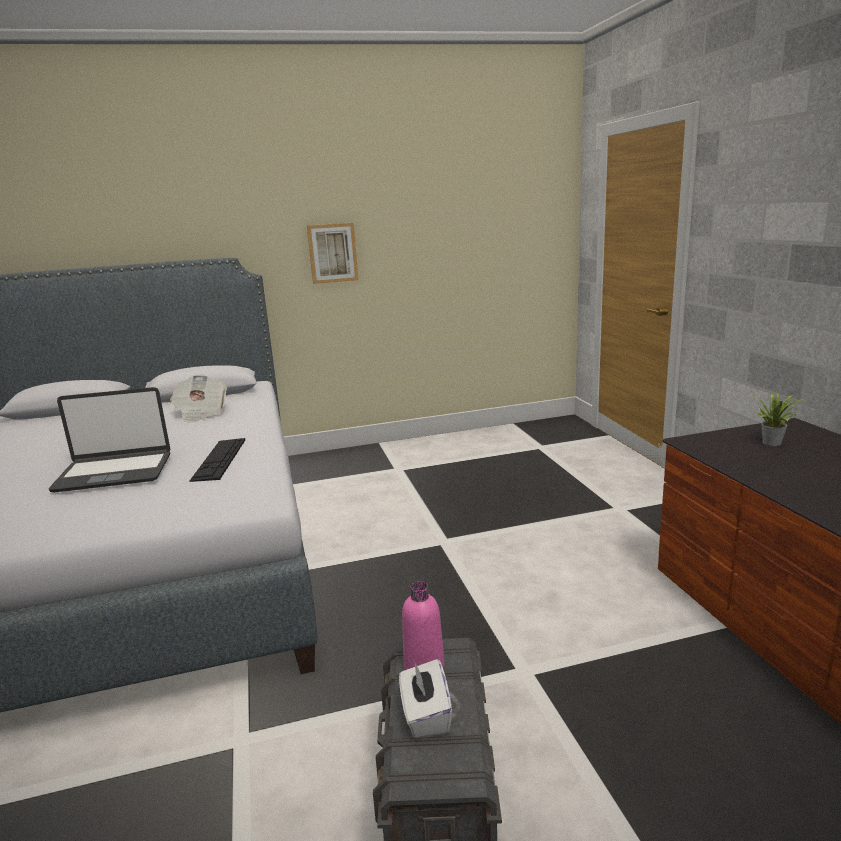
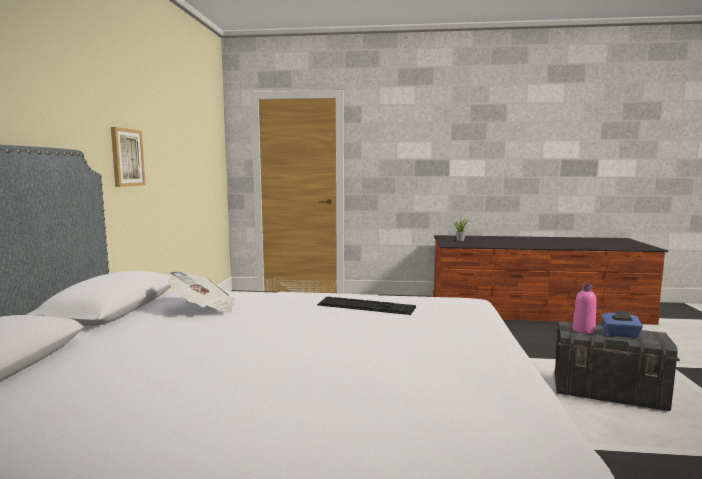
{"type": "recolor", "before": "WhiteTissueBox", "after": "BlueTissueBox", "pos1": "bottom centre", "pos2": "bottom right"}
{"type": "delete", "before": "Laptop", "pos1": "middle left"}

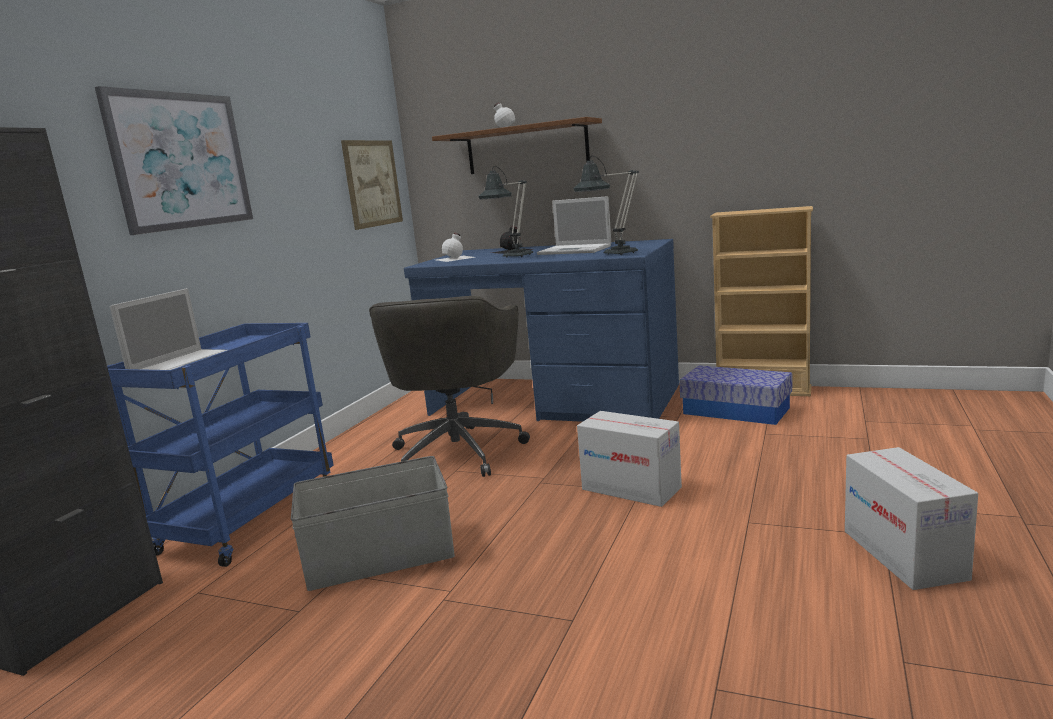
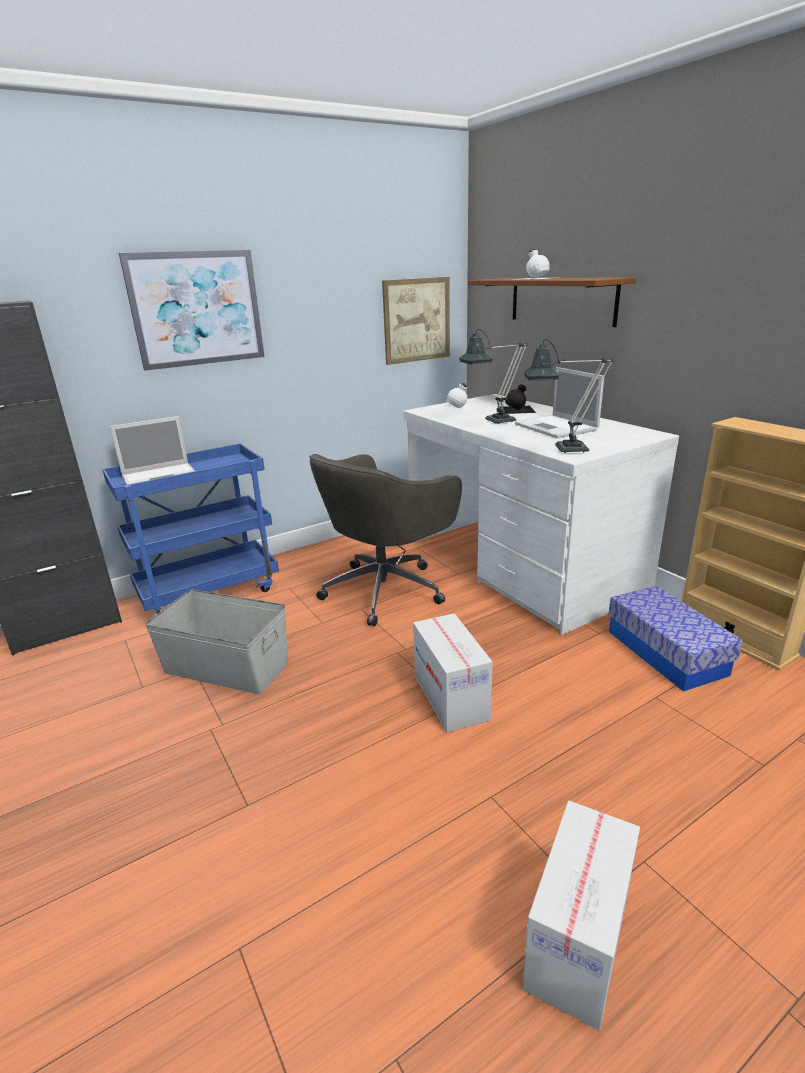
{"type": "recolor", "before": "BlueDesk", "after": "WhiteDesk", "pos1": "centre", "pos2": "middle right"}

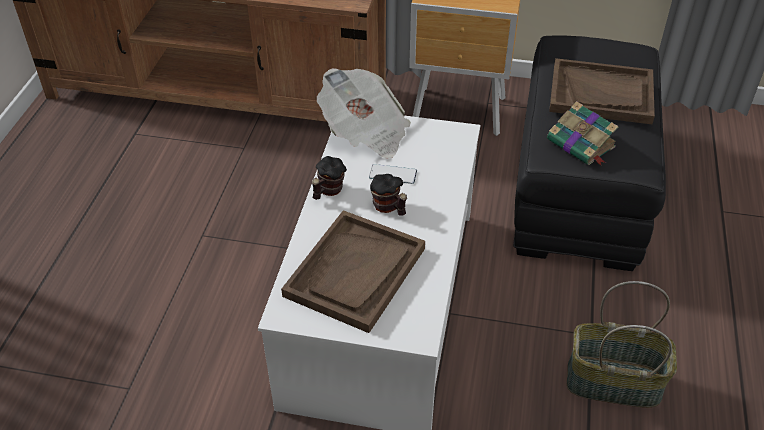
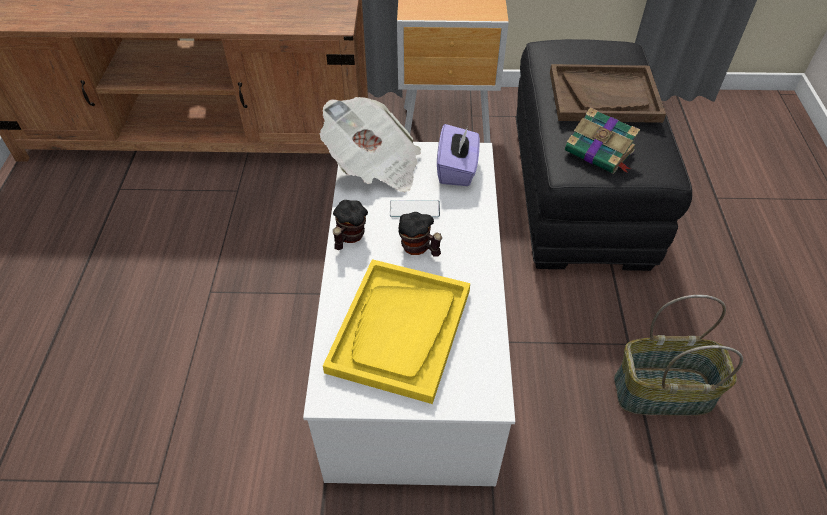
{"type": "recolor", "before": "BrownTray (1st from left)", "after": "YellowTray", "pos1": "centre", "pos2": "centre"}
{"type": "insert", "after": "PurpleTissueBox", "pos2": "top centre"}

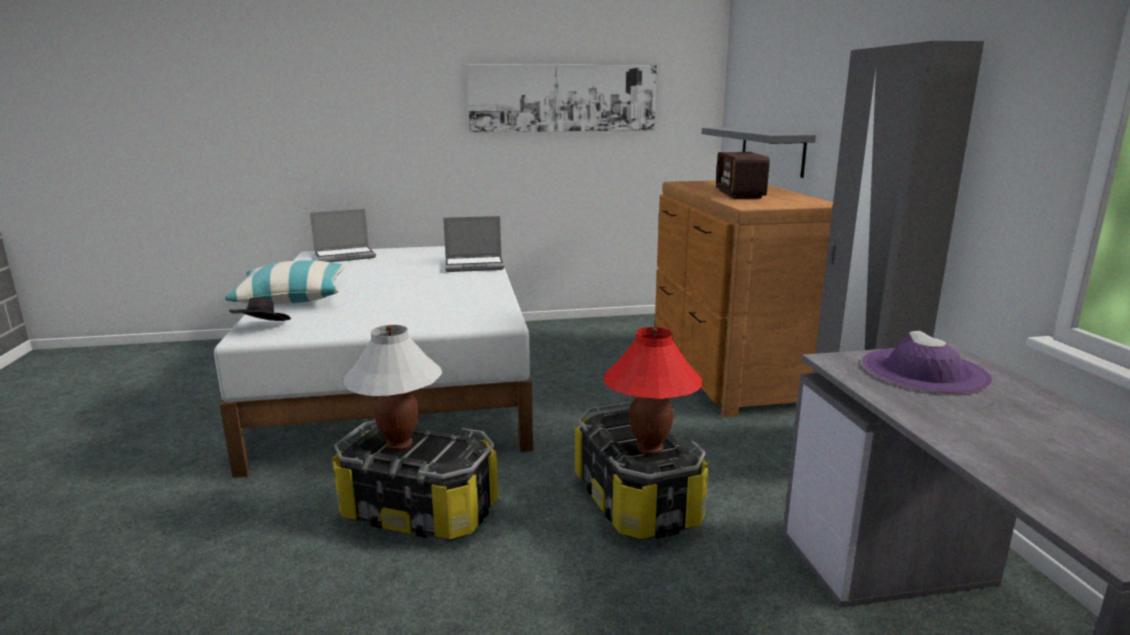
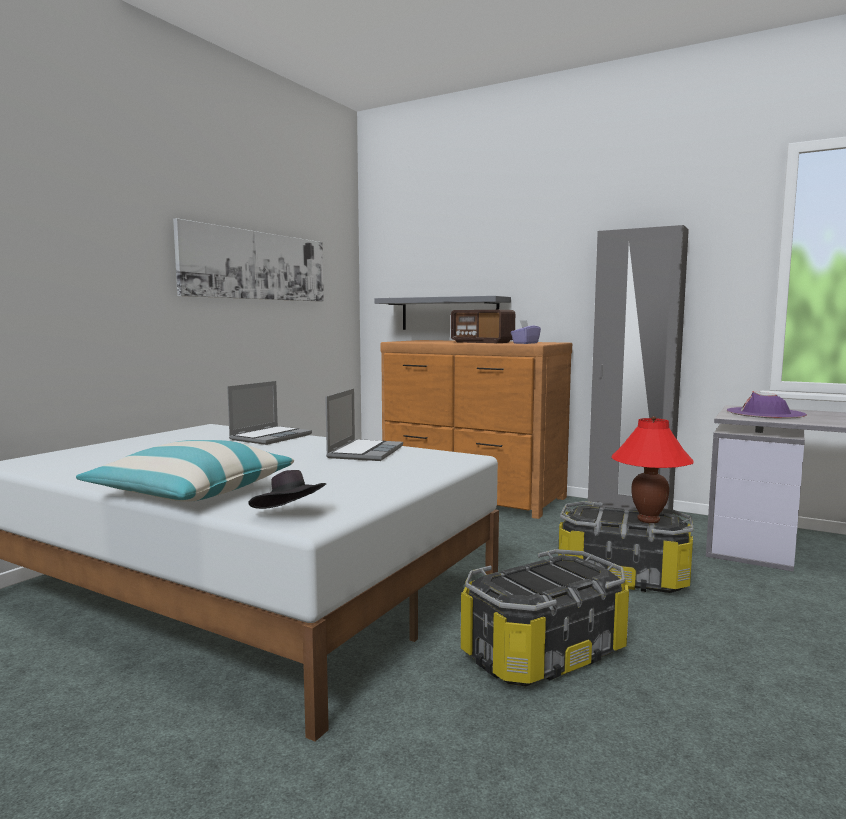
{"type": "move", "before": "Laptop (1st from left in the first image)", "after": "Laptop (2nd from left)", "pos1": "middle left", "pos2": "centre"}
{"type": "insert", "after": "PurpleTissueBox", "pos2": "centre"}
{"type": "delete", "before": "WhiteTableLamp", "pos1": "centre"}

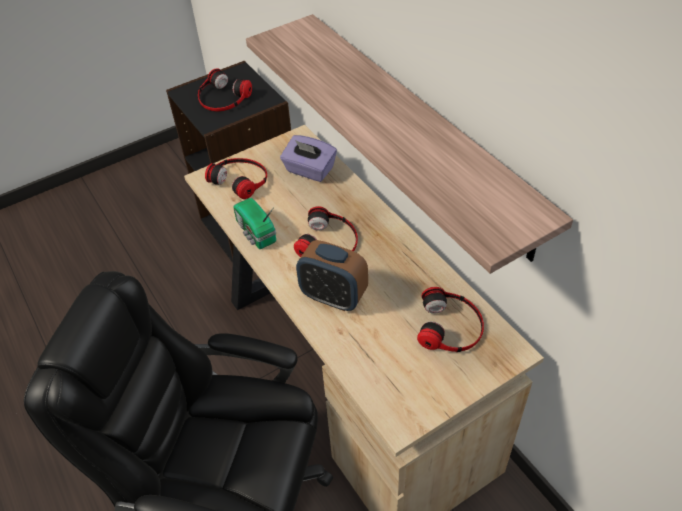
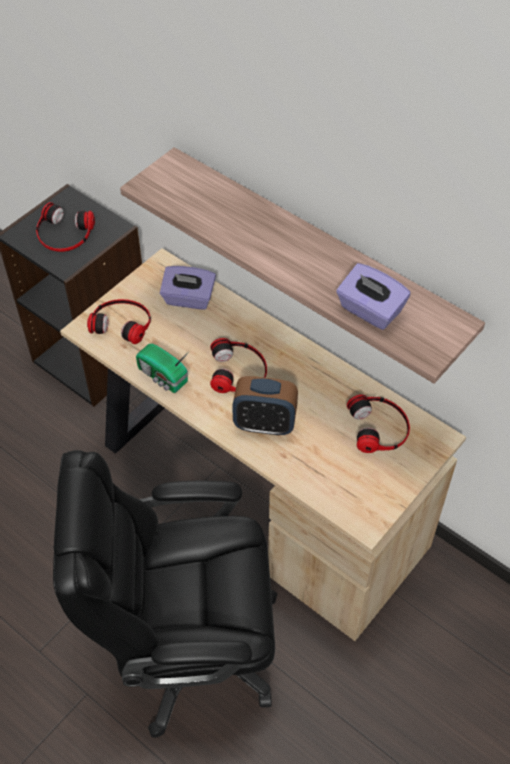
{"type": "insert", "after": "PurpleTissueBox (2nd from left)", "pos2": "middle right"}

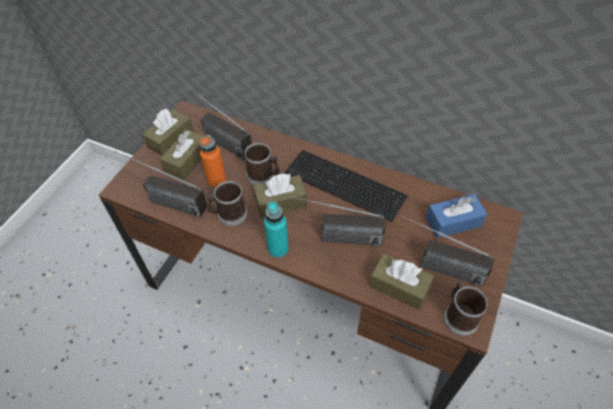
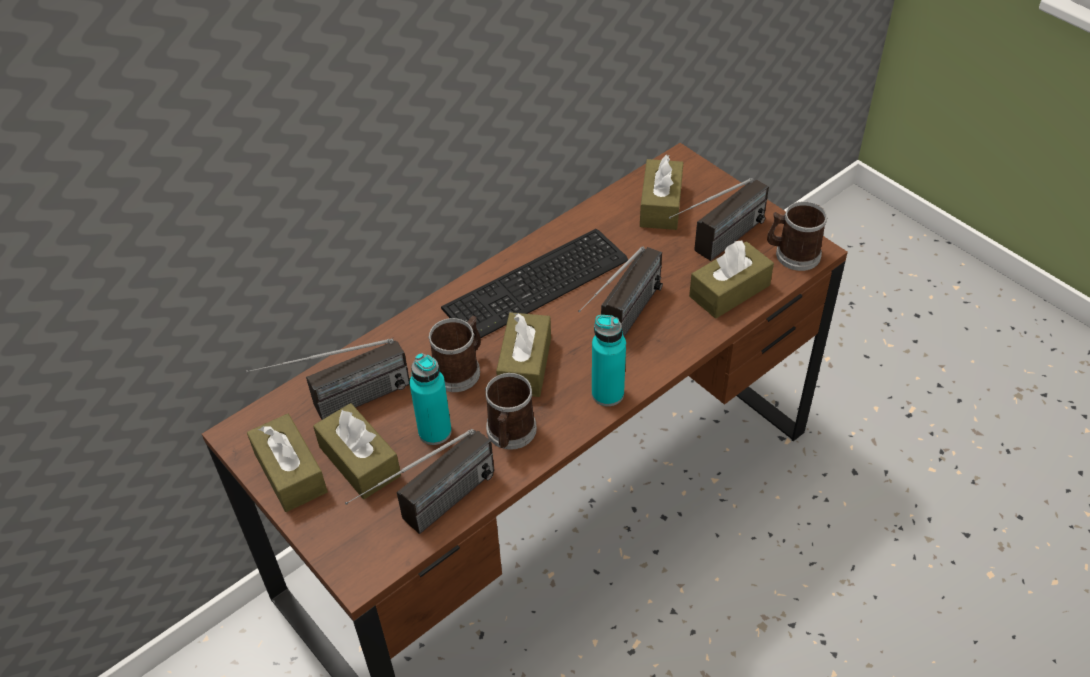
{"type": "recolor", "before": "OrangeBottle", "after": "TurquoiseBottle (1st from left)", "pos1": "centre", "pos2": "centre"}
{"type": "recolor", "before": "BlueTissueBox", "after": "BrownTissueBox (4th from left)", "pos1": "middle right", "pos2": "top centre"}

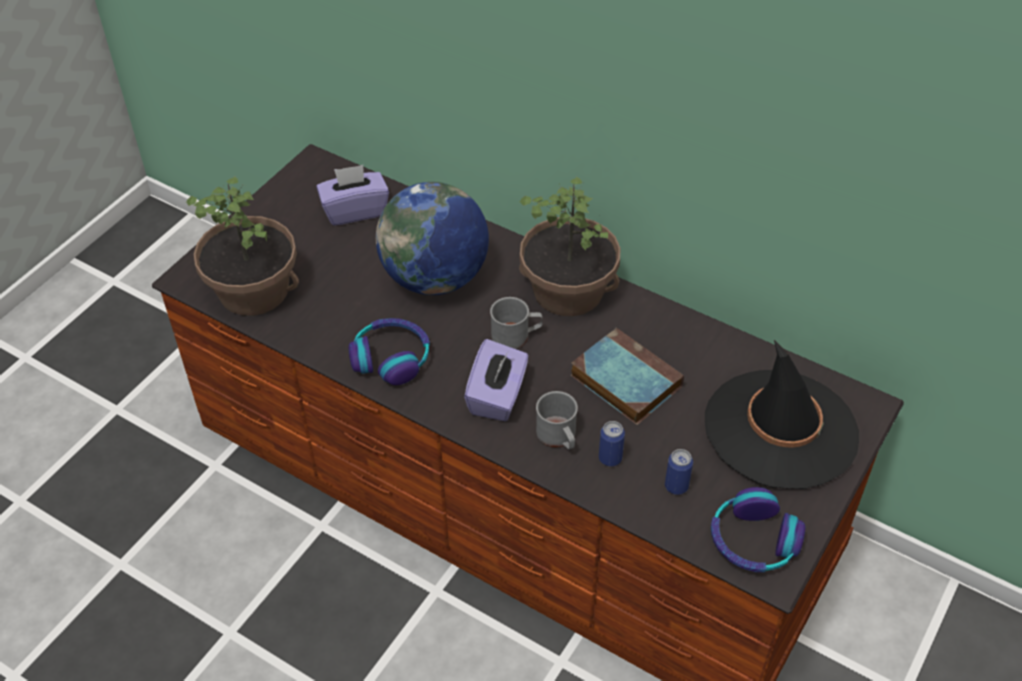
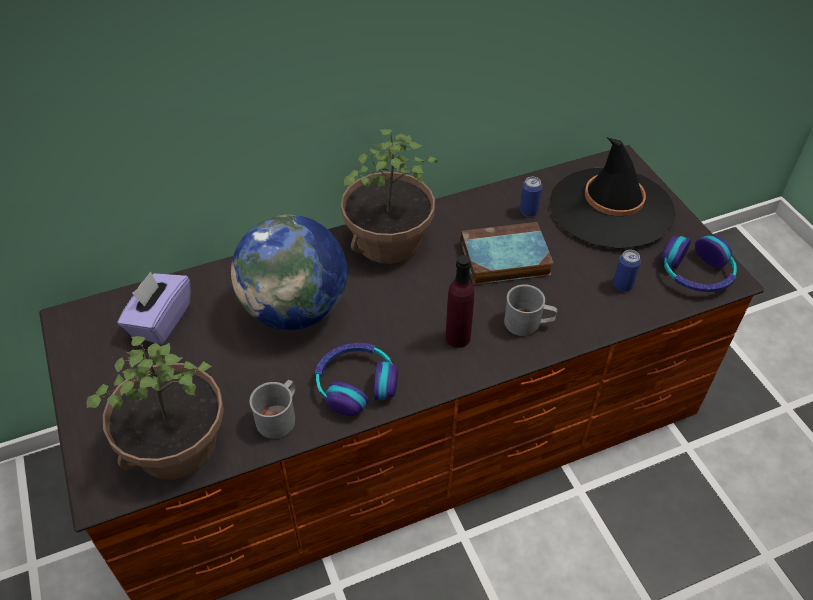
{"type": "move", "before": "GreyMug (1st from left)", "pos1": "centre", "pos2": "bottom centre"}
{"type": "replace", "before": "PurpleTissueBox (2nd from left)", "after": "PurpleBottle", "pos1": "centre", "pos2": "centre"}
{"type": "move", "before": "Can (1st from left)", "pos1": "centre", "pos2": "top centre"}

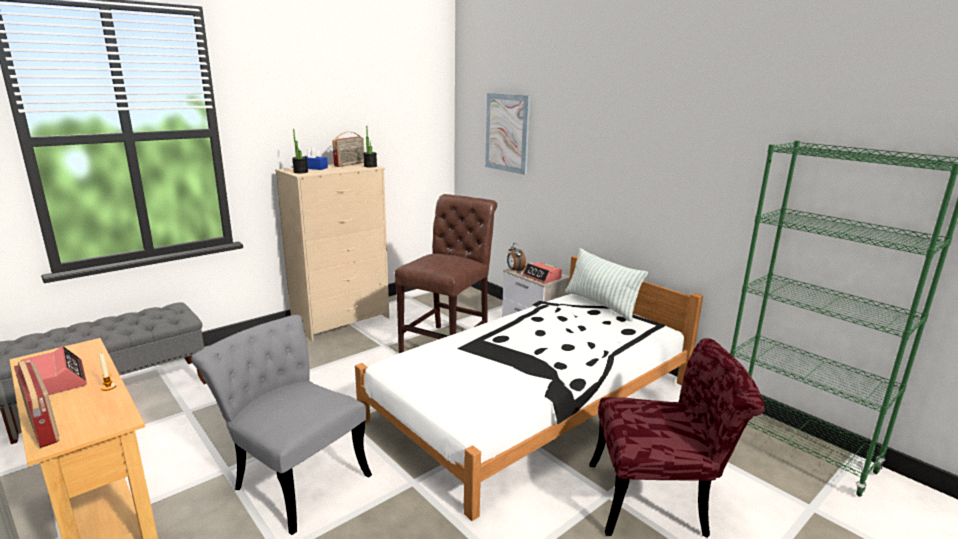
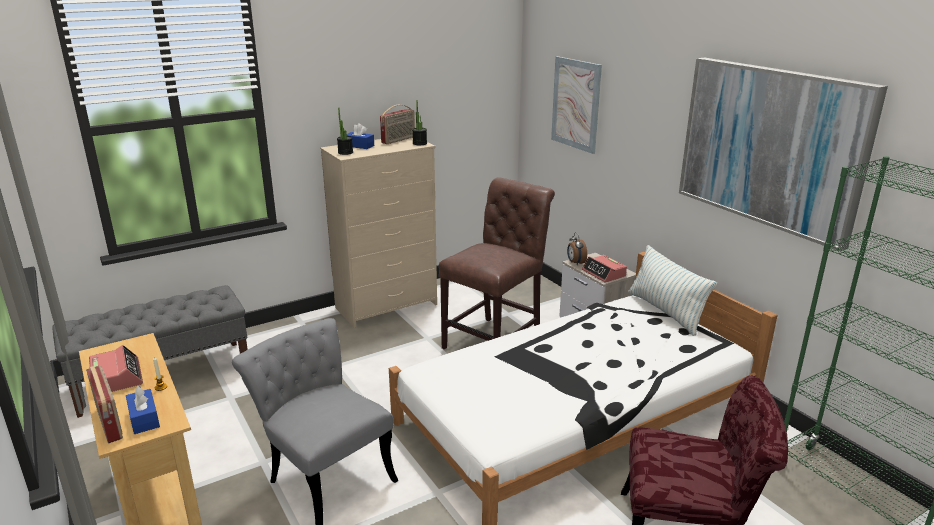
{"type": "insert", "after": "BlueTissueBox (1st from left)", "pos2": "bottom left"}
{"type": "insert", "after": "Picture (2nd from left)", "pos2": "top right"}

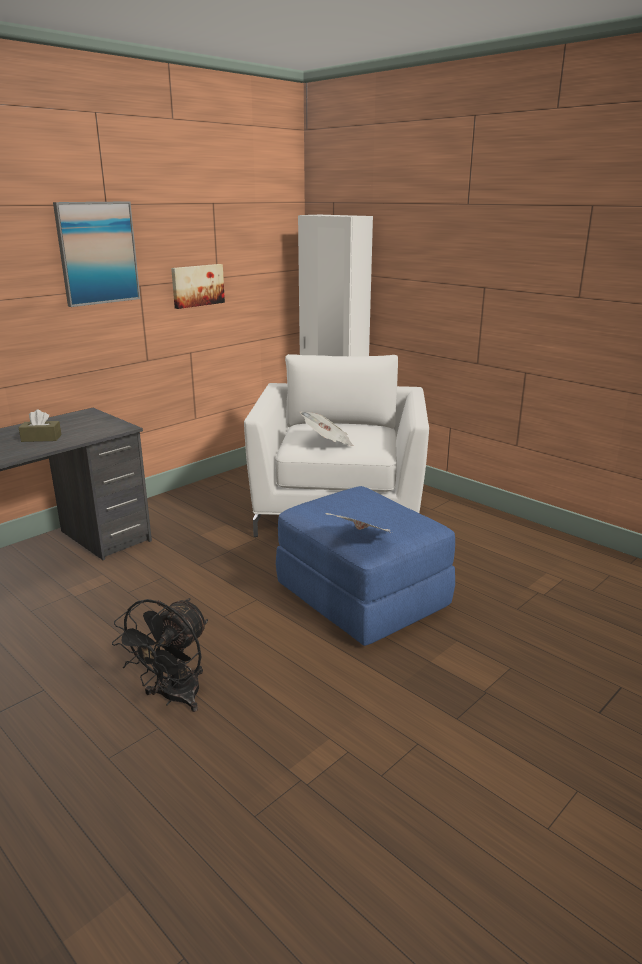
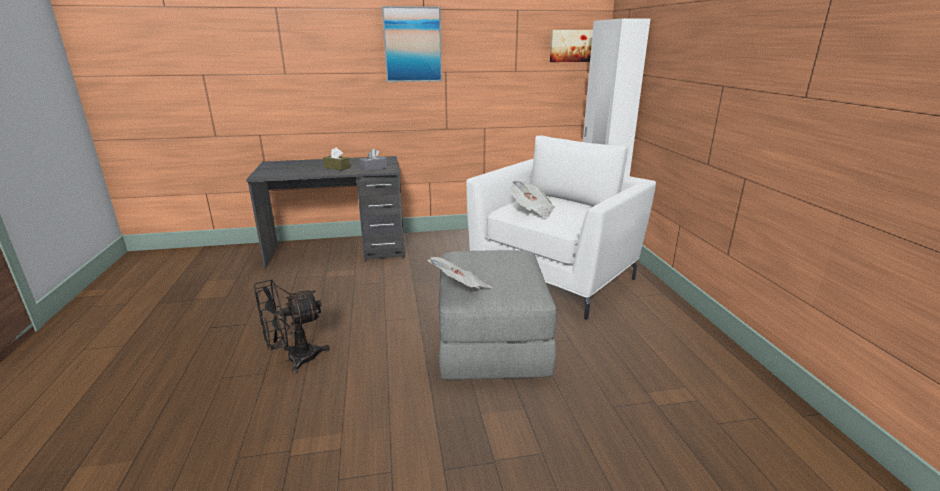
{"type": "insert", "after": "GreyTissueBox", "pos2": "top centre"}
{"type": "recolor", "before": "BlueOttoman", "after": "GreyOttoman", "pos1": "centre", "pos2": "centre"}
{"type": "move", "before": "Picture (2nd from left)", "pos1": "top left", "pos2": "top centre"}

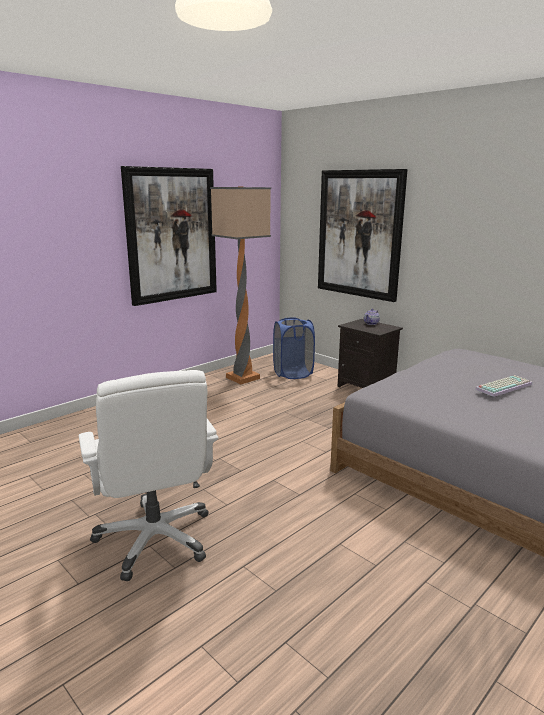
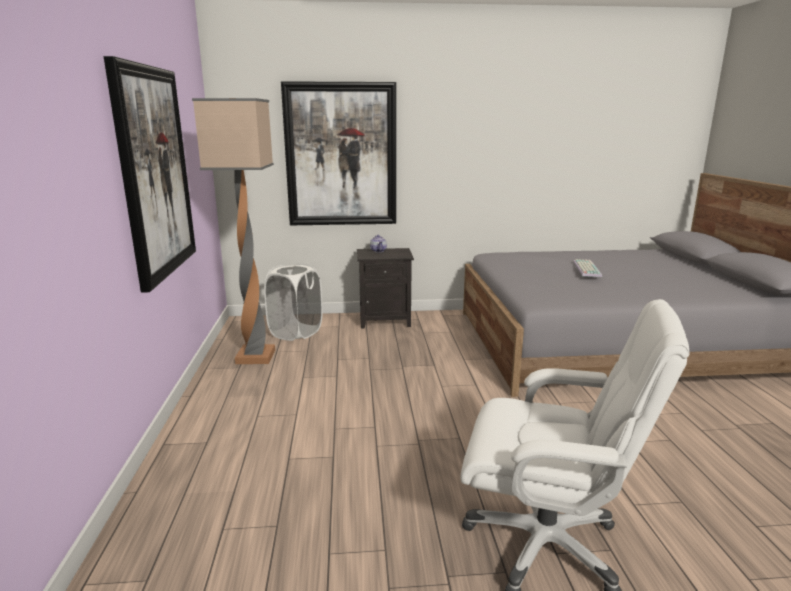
{"type": "recolor", "before": "BlueLaundryBasket", "after": "WhiteLaundryBasket", "pos1": "centre", "pos2": "centre"}

